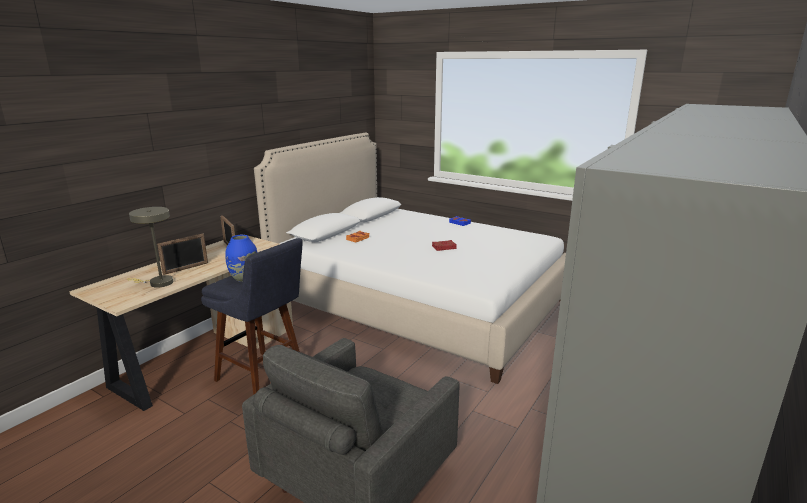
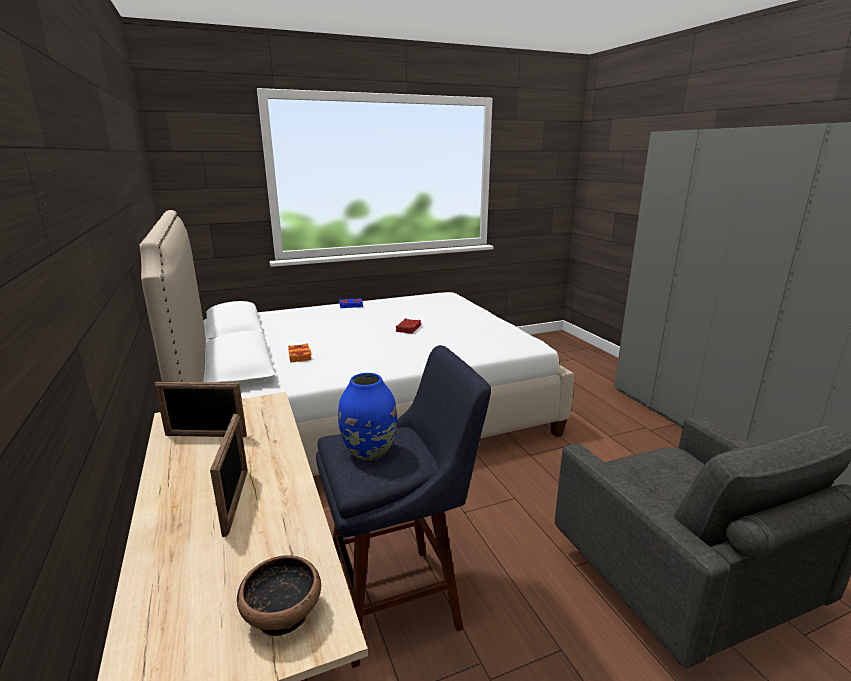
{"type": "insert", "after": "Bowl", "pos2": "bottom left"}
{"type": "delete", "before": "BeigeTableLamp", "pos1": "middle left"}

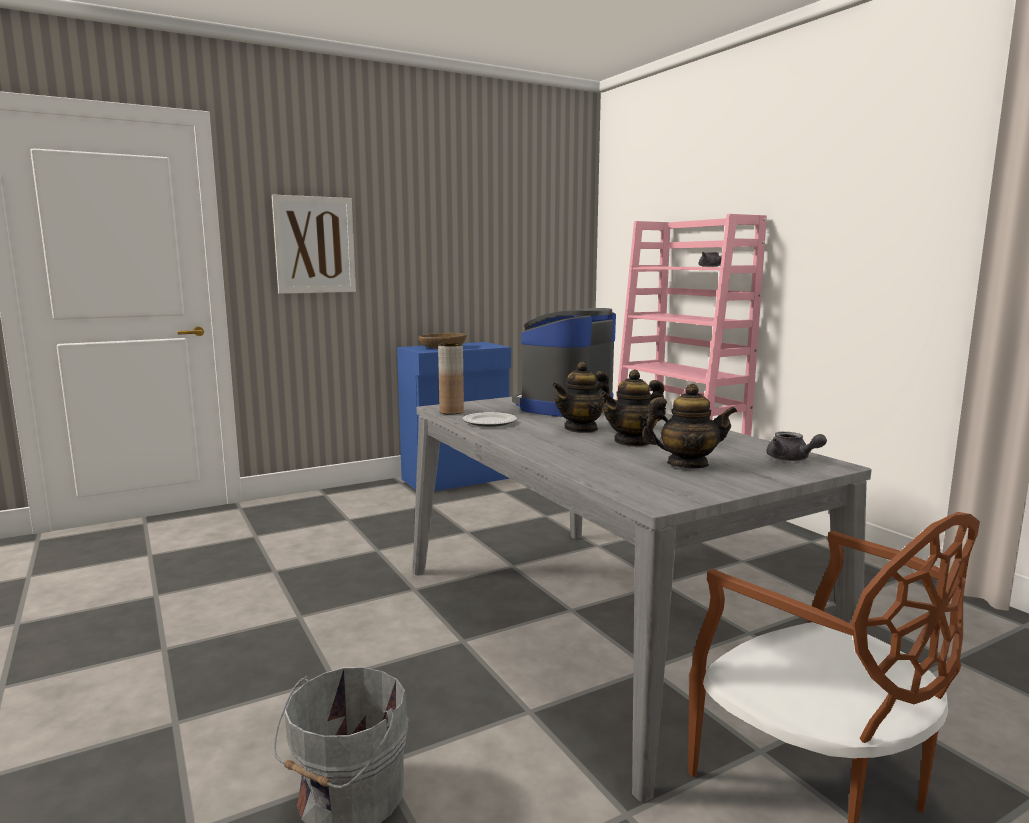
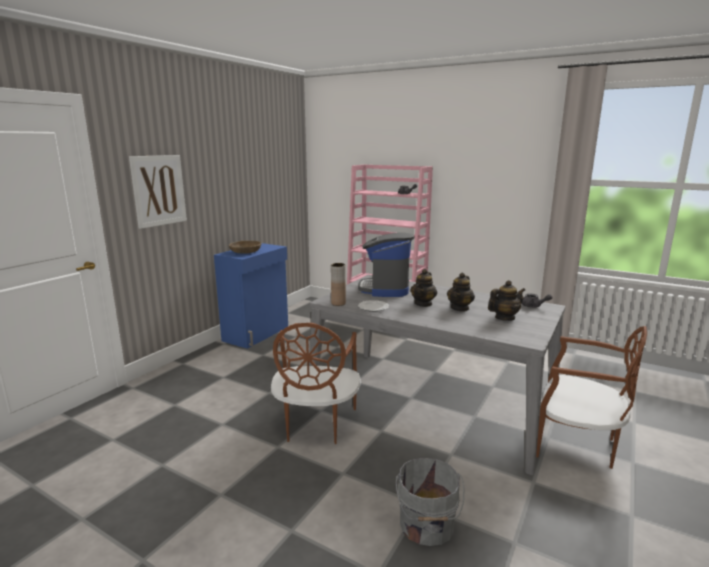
{"type": "insert", "after": "BrownChair (1st from left)", "pos2": "bottom centre"}

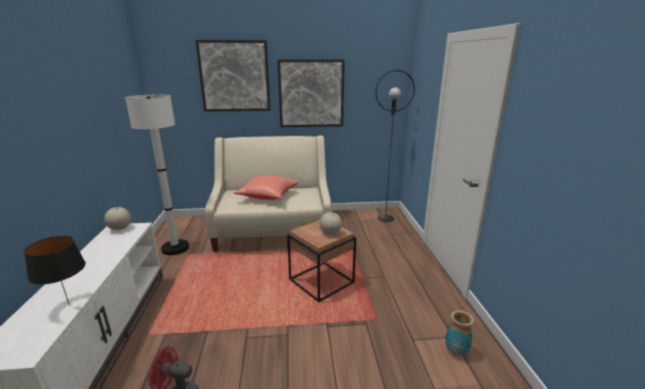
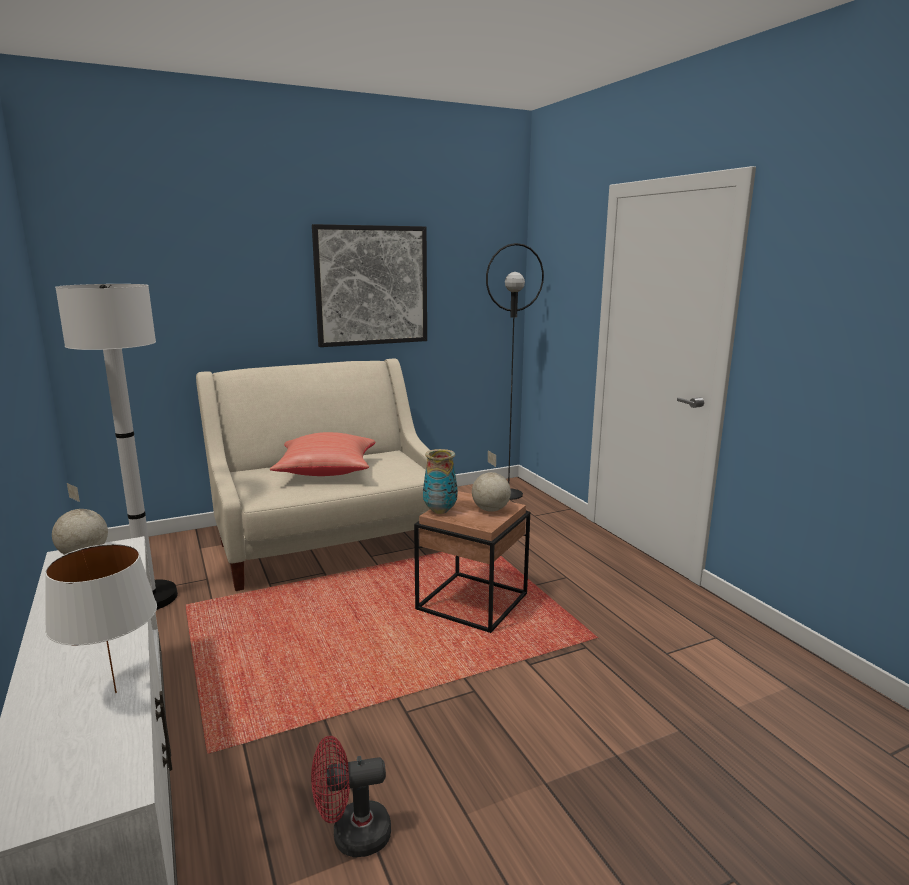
{"type": "recolor", "before": "BlackTableLamp", "after": "WhiteTableLamp", "pos1": "bottom left", "pos2": "bottom left"}
{"type": "move", "before": "Vase", "pos1": "bottom right", "pos2": "centre"}
{"type": "delete", "before": "Picture (1st from left)", "pos1": "top centre"}

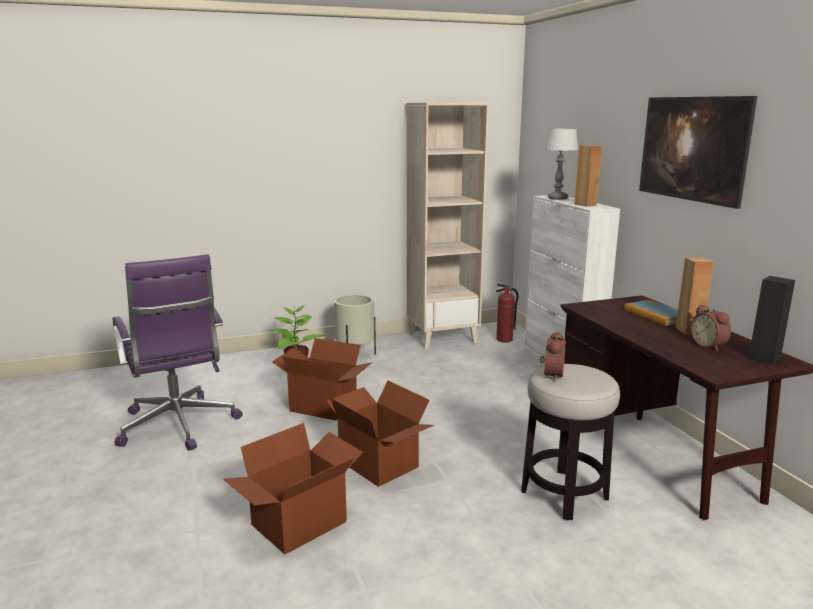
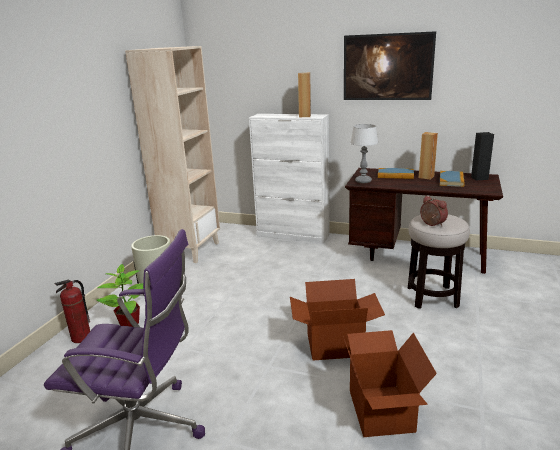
{"type": "move", "before": "FireExtinguisher", "pos1": "centre", "pos2": "bottom left"}
{"type": "move", "before": "TableLamp", "pos1": "top right", "pos2": "centre"}
{"type": "replace", "before": "AlarmClock (2nd from left)", "after": "Book (2nd from left)", "pos1": "middle right", "pos2": "middle right"}
{"type": "delete", "before": "CardboardBox (2nd from left)", "pos1": "centre"}

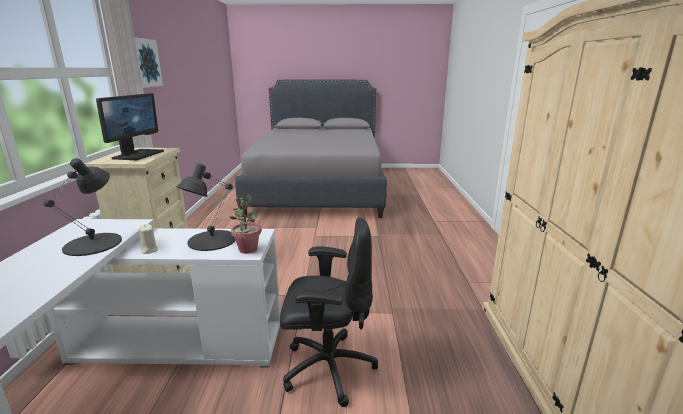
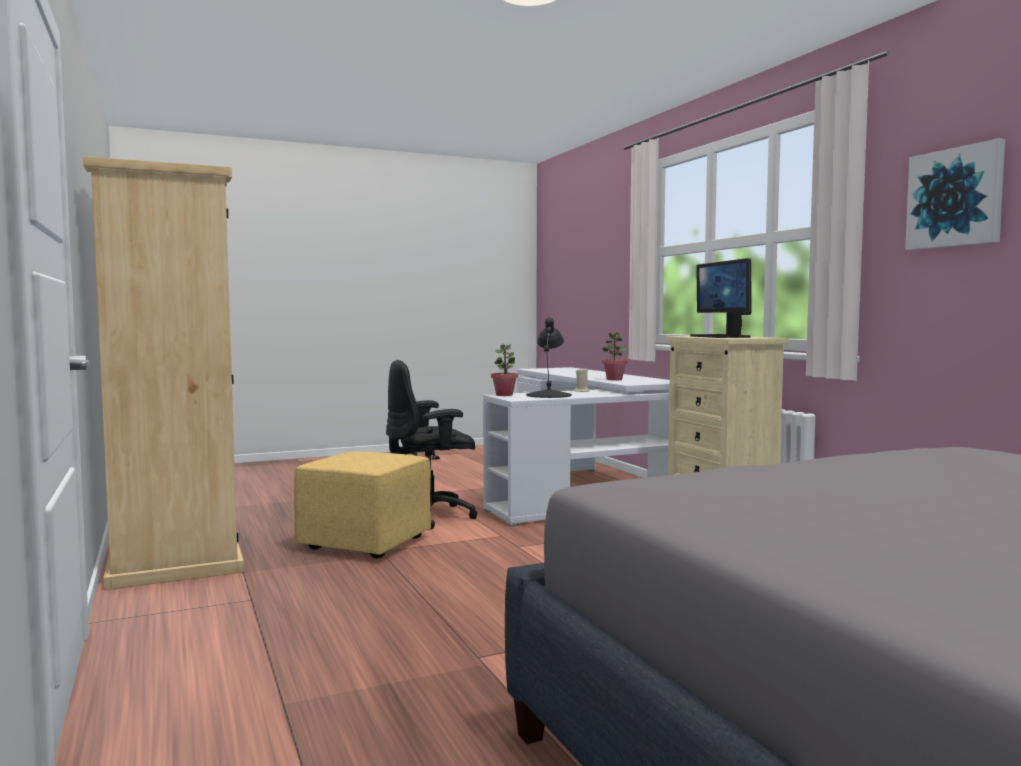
{"type": "insert", "after": "YellowOttoman", "pos2": "centre"}
{"type": "replace", "before": "BlackTableLamp (1st from left)", "after": "PottedPlant (2nd from left)", "pos1": "middle left", "pos2": "centre"}

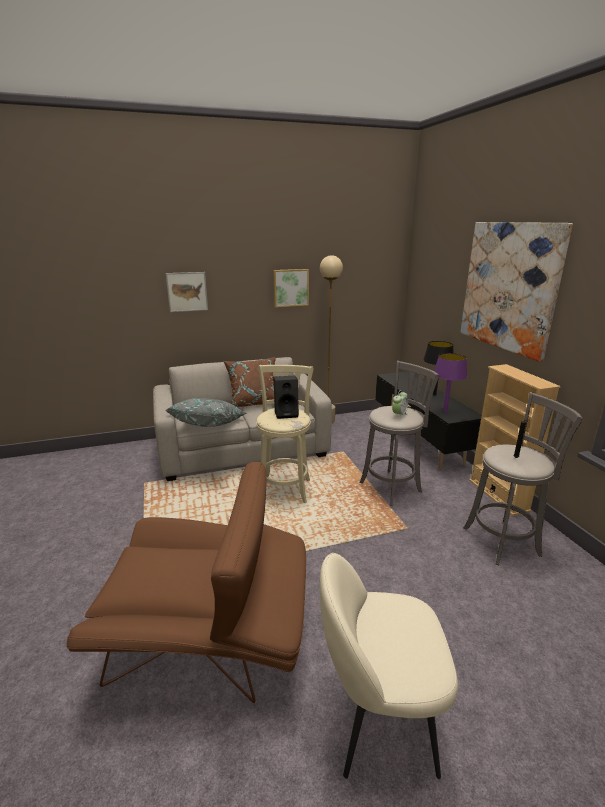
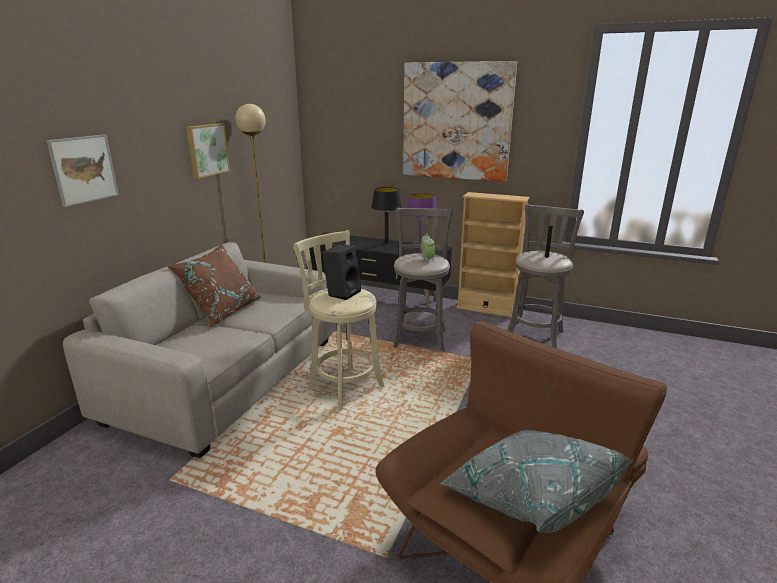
{"type": "move", "before": "GreyPillow", "pos1": "centre", "pos2": "bottom right"}
{"type": "delete", "before": "BeigeChair", "pos1": "bottom centre"}

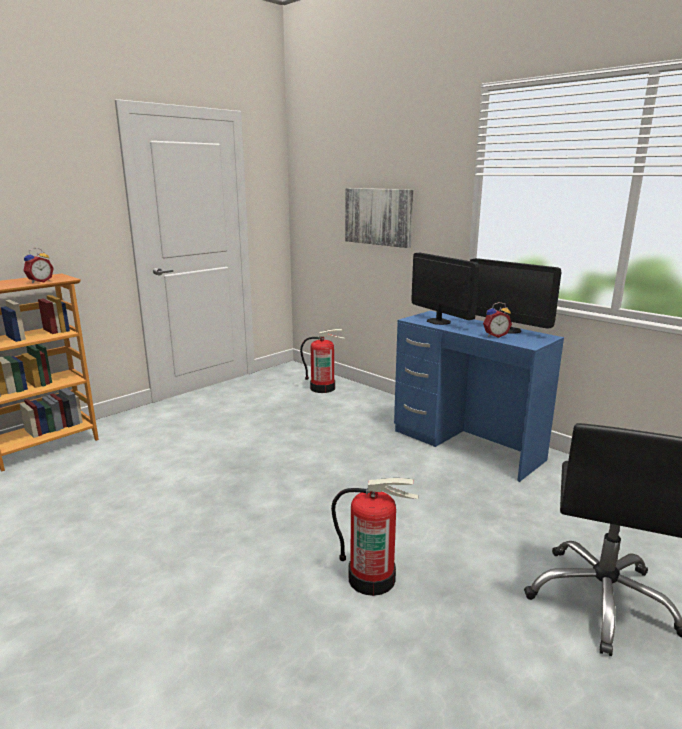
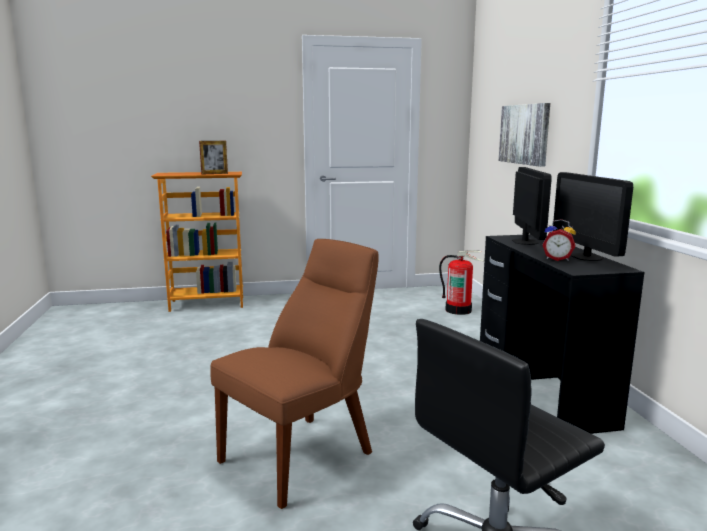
{"type": "replace", "before": "AlarmClock (1st from left)", "after": "PictureFrame", "pos1": "middle left", "pos2": "top left"}
{"type": "replace", "before": "FireExtinguisher (2nd from left)", "after": "BrownChair", "pos1": "bottom centre", "pos2": "bottom centre"}
{"type": "recolor", "before": "BlueDesk", "after": "BlackDesk", "pos1": "middle right", "pos2": "middle right"}

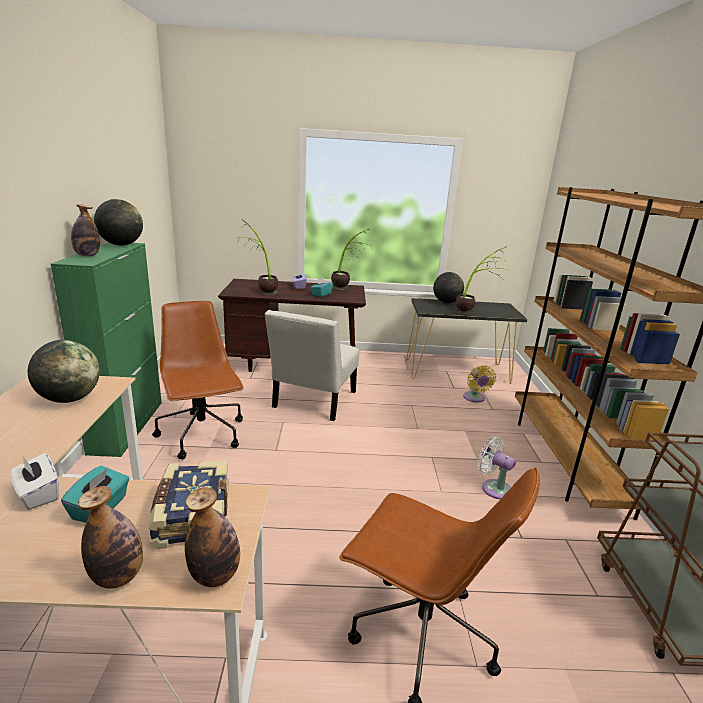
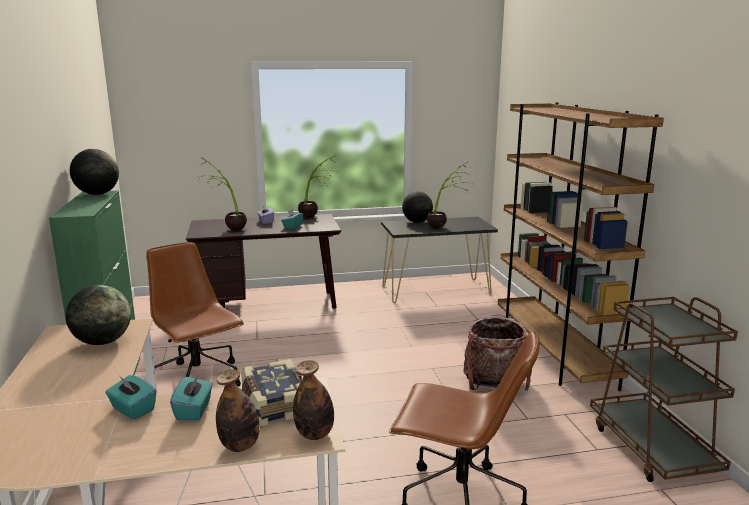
{"type": "recolor", "before": "WhiteTissueBox", "after": "TurquoiseTissueBox (1st from left)", "pos1": "bottom left", "pos2": "bottom left"}
{"type": "replace", "before": "WhiteFan", "after": "Backpack", "pos1": "middle right", "pos2": "bottom centre"}
{"type": "delete", "before": "Bottle (1st from left)", "pos1": "top left"}
{"type": "delete", "before": "WhiteChair", "pos1": "centre"}
{"type": "delete", "before": "YellowFan", "pos1": "middle right"}

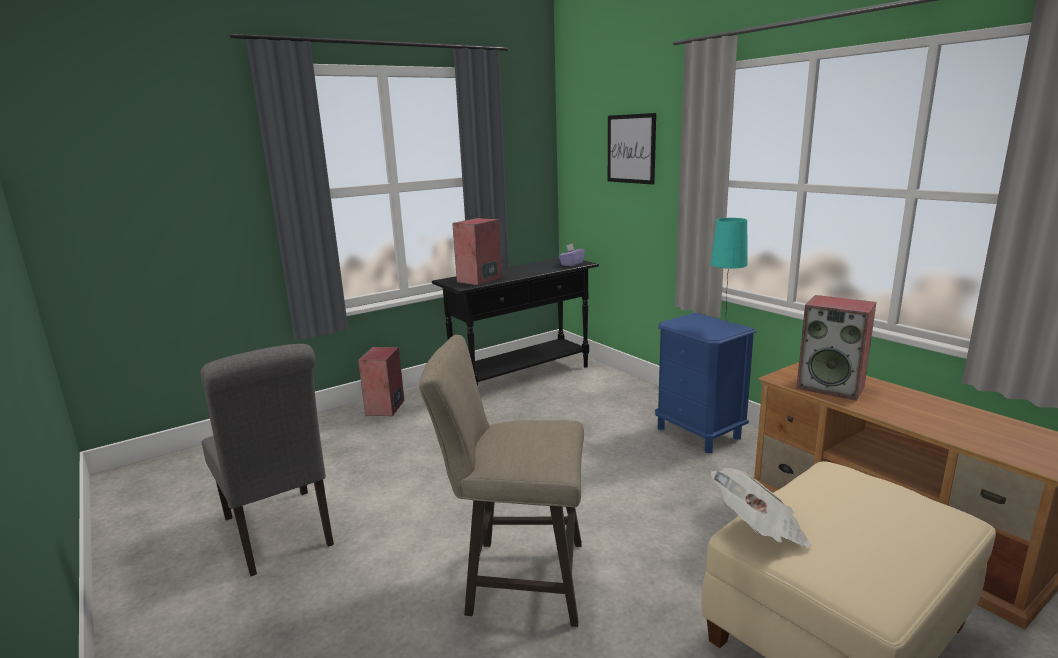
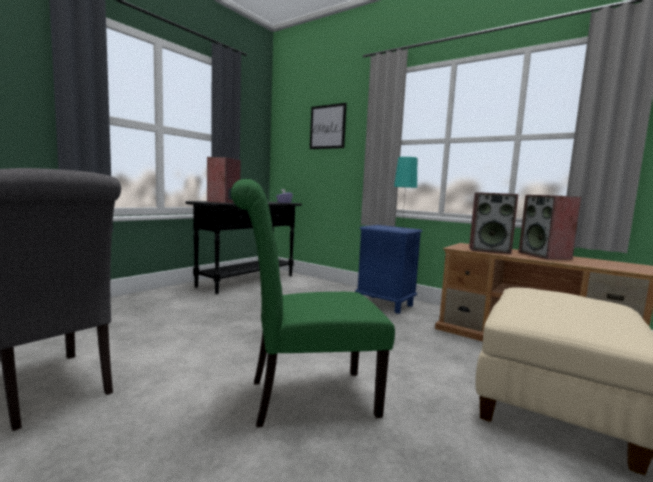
{"type": "replace", "before": "BeigeStool", "after": "GreenChair", "pos1": "bottom centre", "pos2": "centre"}
{"type": "move", "before": "Speaker (1st from left in the first image)", "after": "Speaker (3rd from left)", "pos1": "centre", "pos2": "middle right"}
{"type": "delete", "before": "Newspaper", "pos1": "bottom right"}

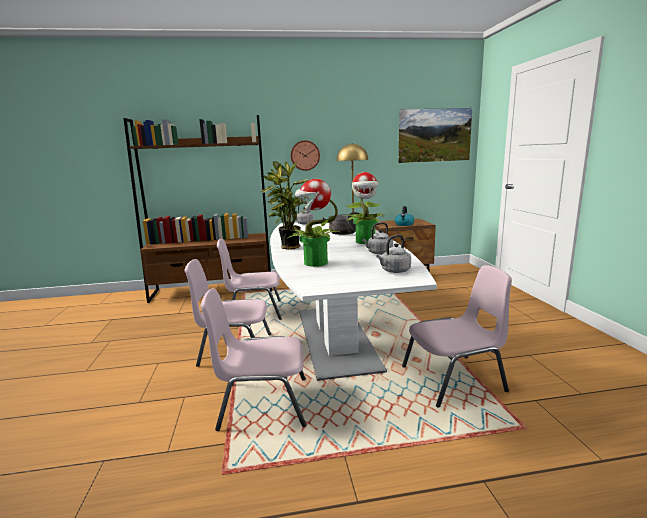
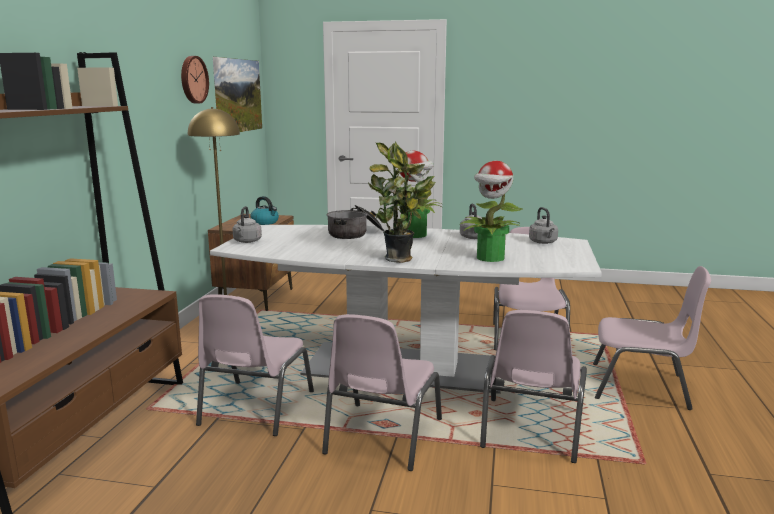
{"type": "move", "before": "WallClock", "pos1": "top centre", "pos2": "top left"}
{"type": "insert", "after": "PinkChair (5th from left)", "pos2": "middle right"}

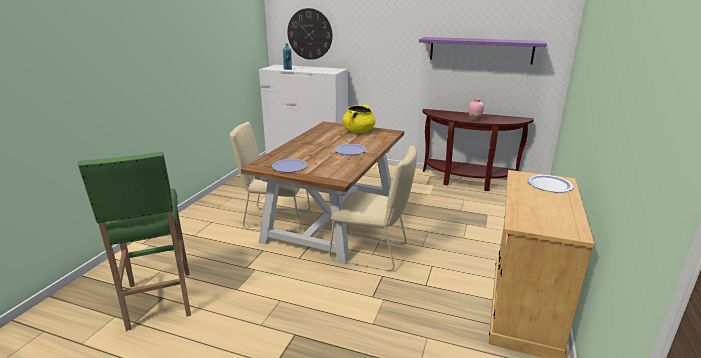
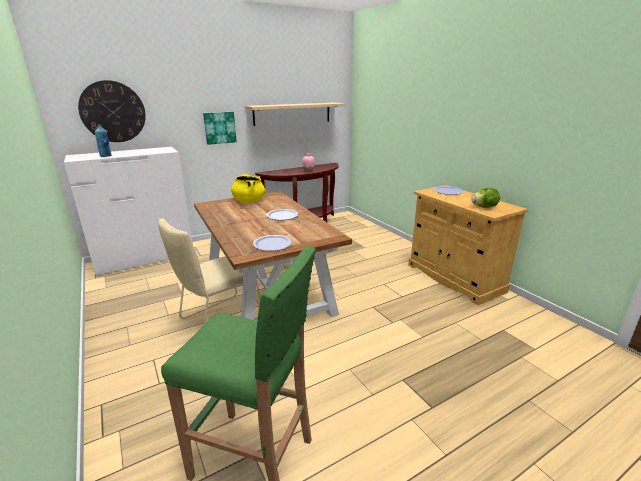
{"type": "insert", "after": "Picture", "pos2": "top centre"}
{"type": "recolor", "before": "PurpleShelf", "after": "BeigeShelf", "pos1": "top right", "pos2": "top centre"}
{"type": "insert", "after": "Lettuce", "pos2": "middle right"}
{"type": "delete", "before": "BeigeChair (2nd from left)", "pos1": "centre"}

